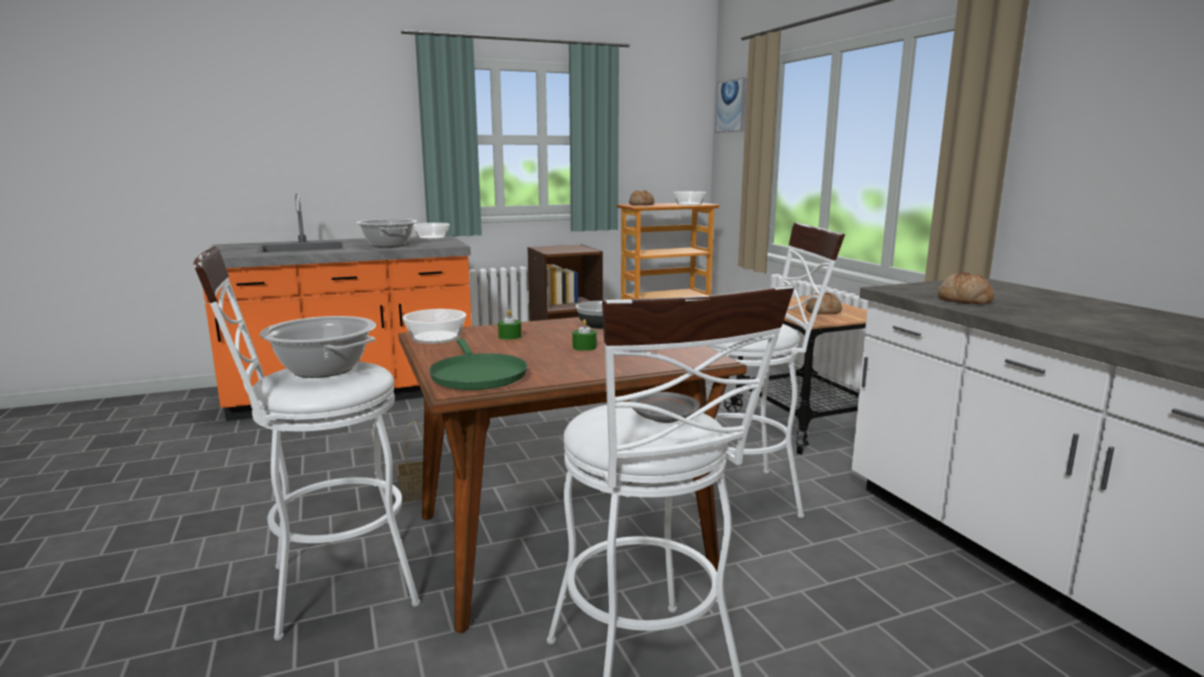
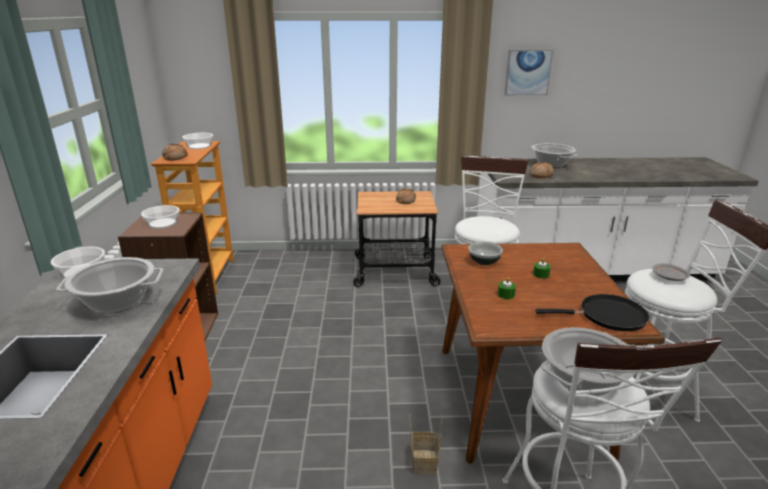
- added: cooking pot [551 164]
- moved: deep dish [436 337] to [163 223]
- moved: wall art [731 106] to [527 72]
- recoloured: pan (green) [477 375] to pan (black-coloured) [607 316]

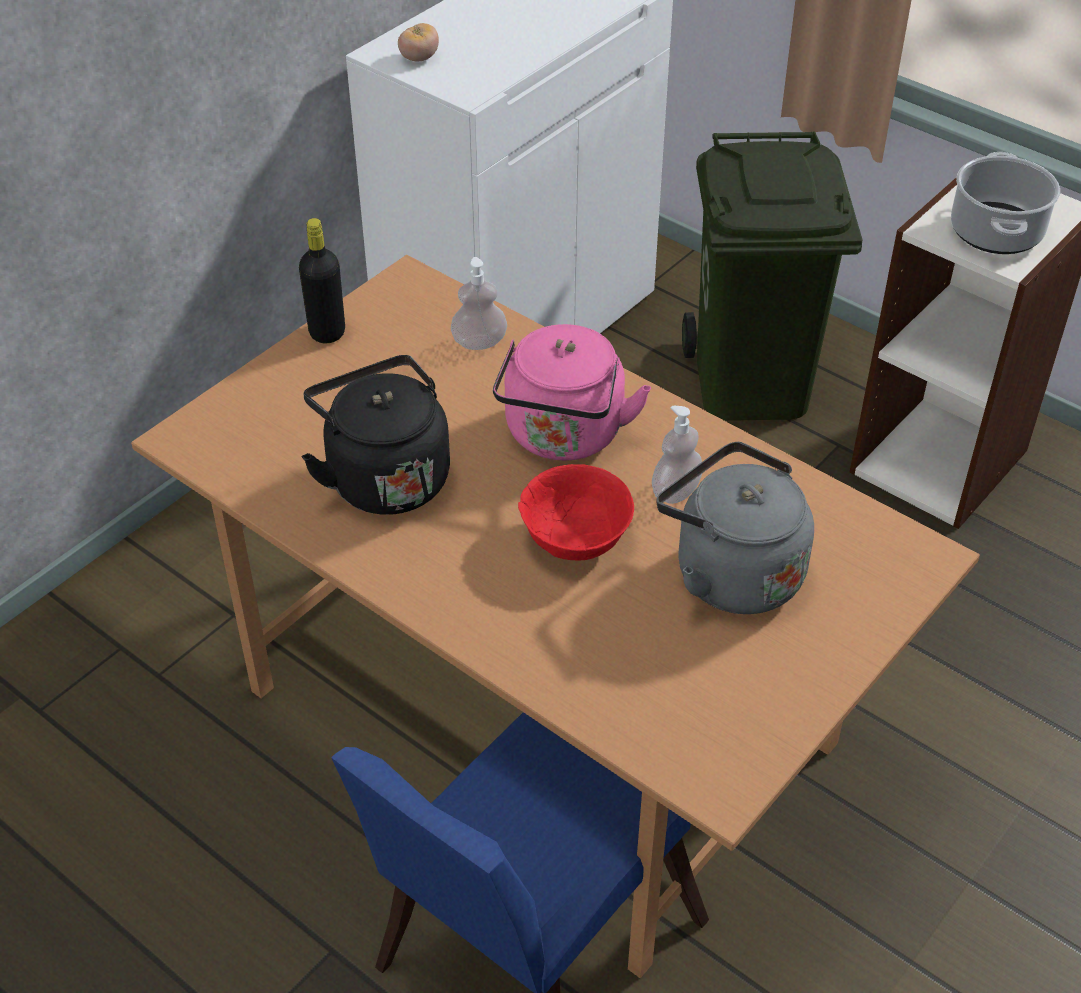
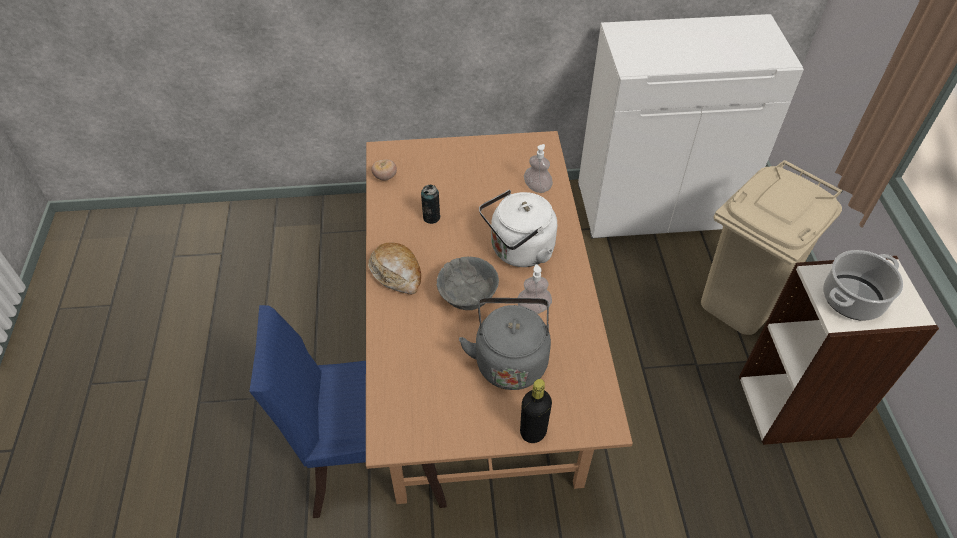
- added: bakery bread [397 274]
- moved: bottle (black-coloured) [327 332] to [533 432]
- moved: whole tomato [419 58] to [385 177]
- replaced: tea kettle (black-coloured) [384 477] to can [431 217]
- recoloured: tea kettle (pink-coloured) [563 437] to tea kettle (white) [518 251]
- recoloured: deep dish (red-coloured) [576 540] to deep dish (grey) [467 297]
- recoloured: trash can (green) [749 382] to trash can (sand-coloured) [739 301]

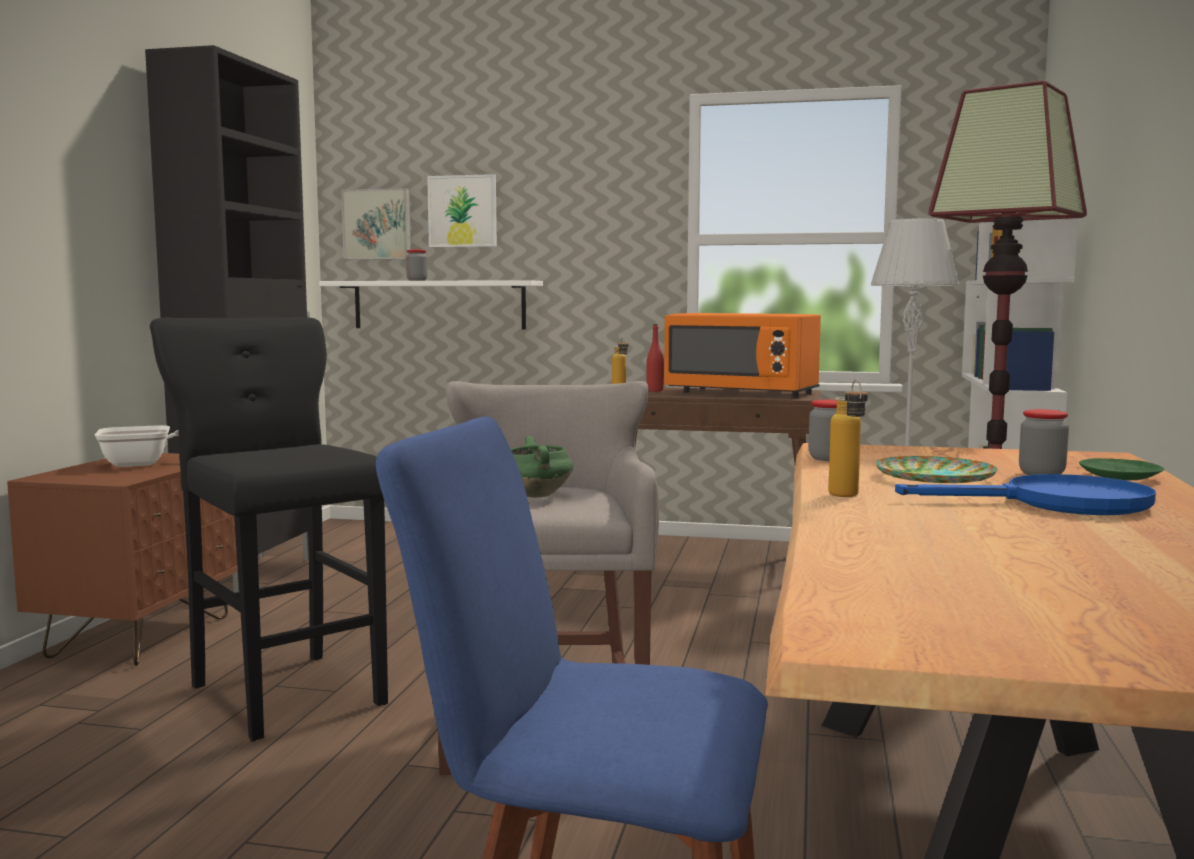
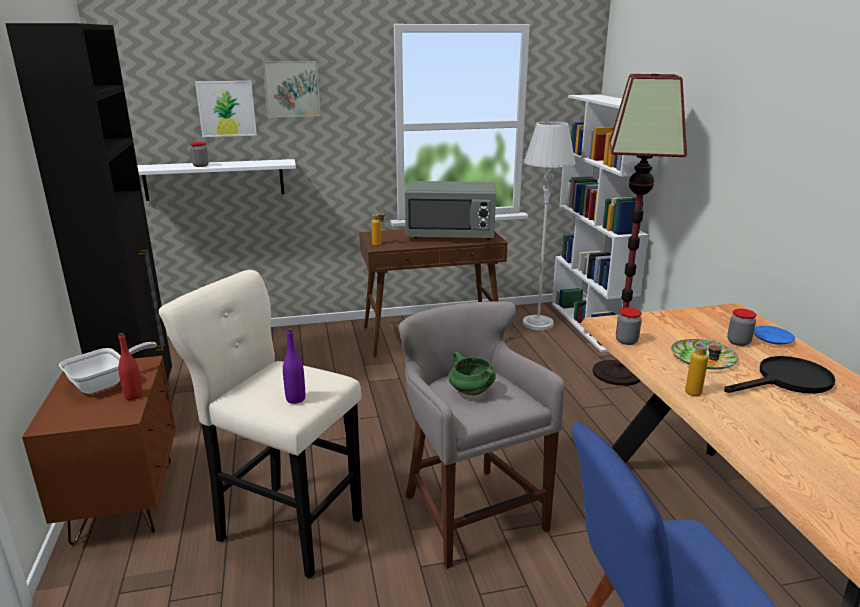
- added: bottle (purplish) [295 399]
- moved: wall art [378 224] to [292 89]
- moved: bottle (red-coloured) [655 391] to [133 396]
- recoloured: stool seat (black-coloured) [284 691] to stool seat (sand-coloured) [285 526]
- recoloured: microwave (orange-coloured) [742 393] to microwave (grey) [450 235]
- recoloured: pan (blue-coloured) [1057 503] to pan (black-coloured) [787 381]
- recoloured: plate (green) [1120 477] to plate (blue-coloured) [772 339]

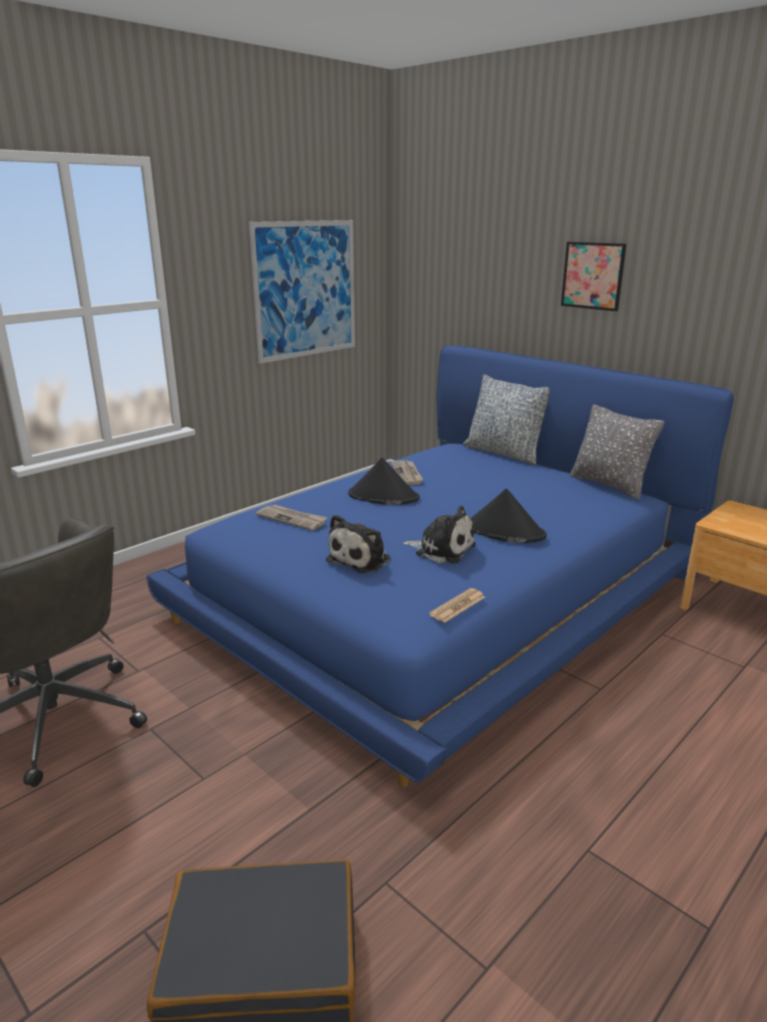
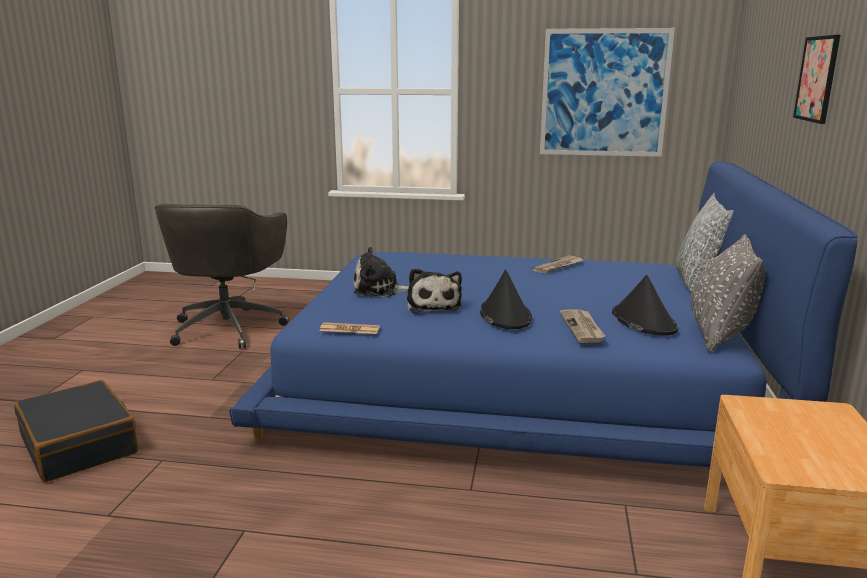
- moved: daily paper [292 519] to [583 328]
- moved: wearable hat (black-coloured) [383 496] to [643 321]

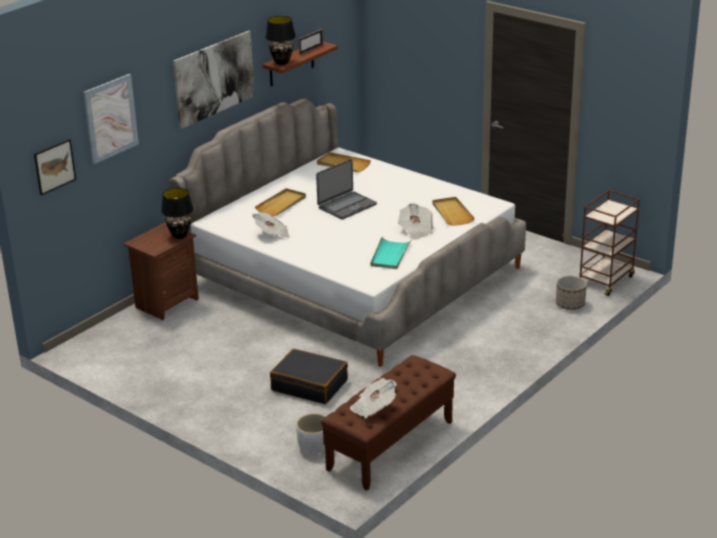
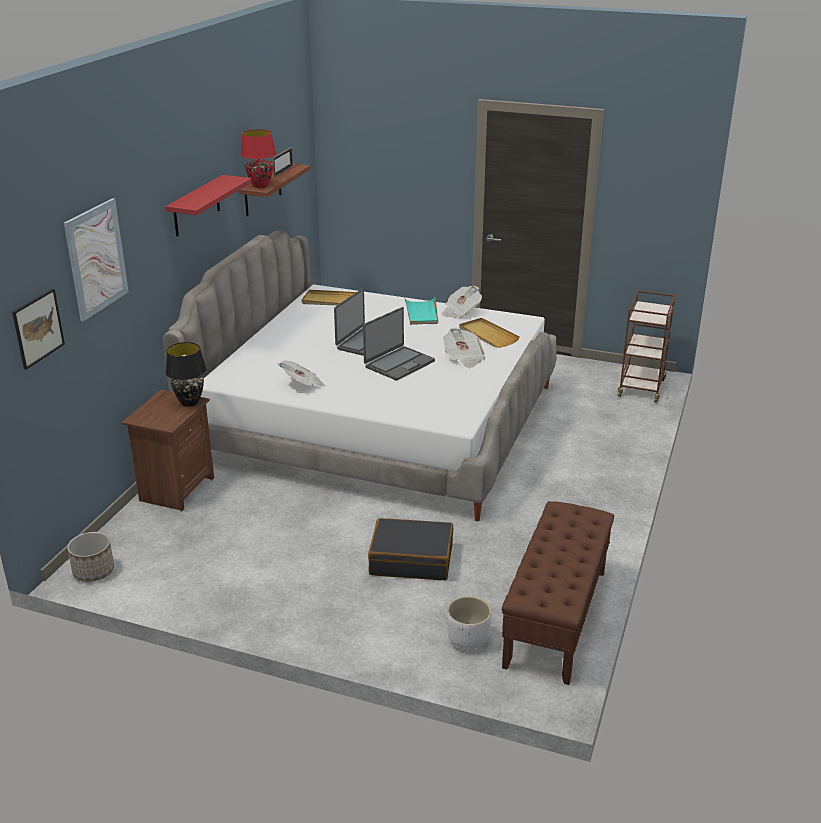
- removed: carrying tray (sand-coloured) [281 204]
- added: notebook computer [399 364]
- moved: daily paper [373 408] to [460 312]
- moved: carrying tray (blue-green) [390 255] to [421 313]
- moved: flower pot [570 304] to [94 571]
- replaced: wall art [214 78] to wall shelf (red-coloured) [196 206]
- recoloured: table lamp (black-coloured) [281 62] to table lamp (red-coloured) [260 186]

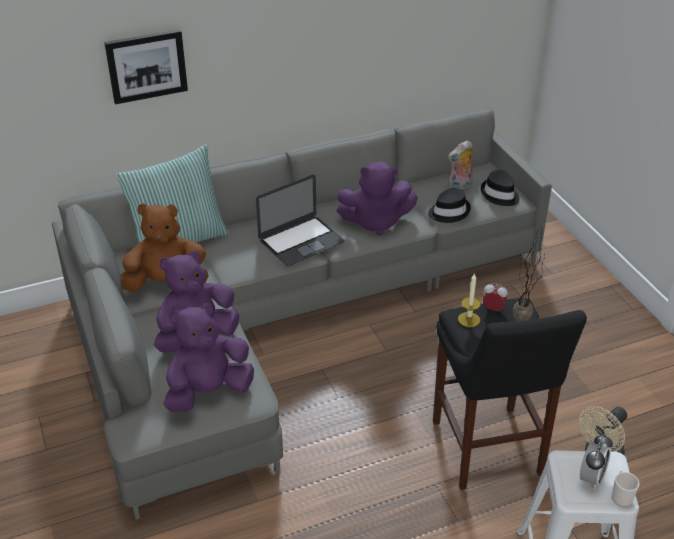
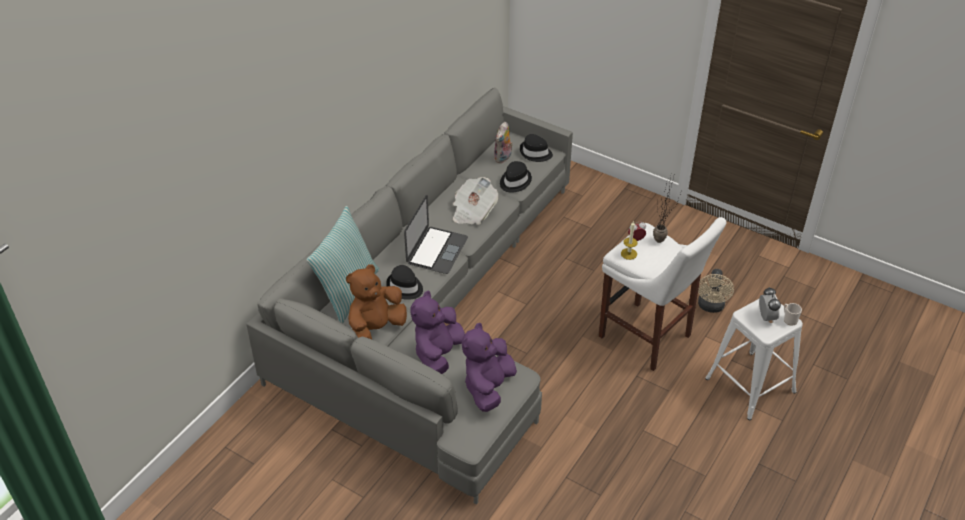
- removed: wall art [146 65]
- added: wearable hat (black-coloured) [404 287]
- replaced: soft toy (purplish) [375 222] to daily paper [473 211]
- recoloured: stool seat (black-coloured) [488 452] to stool seat (white) [648 338]

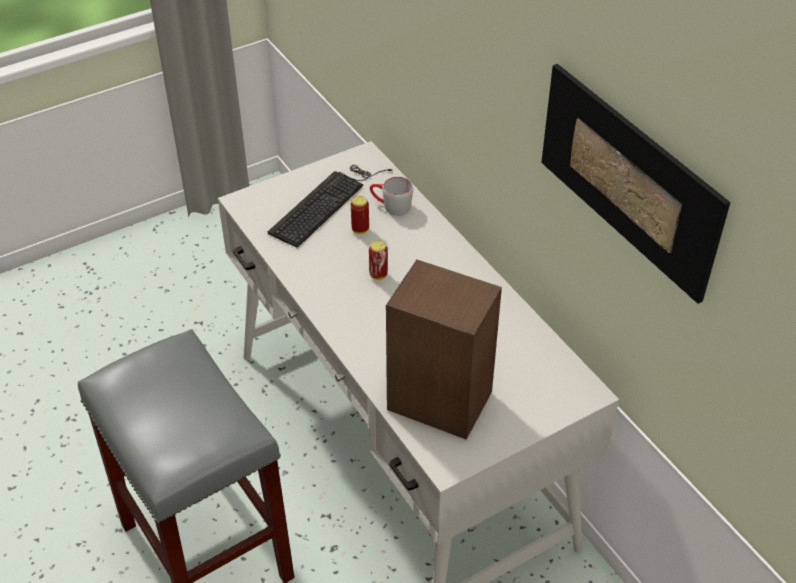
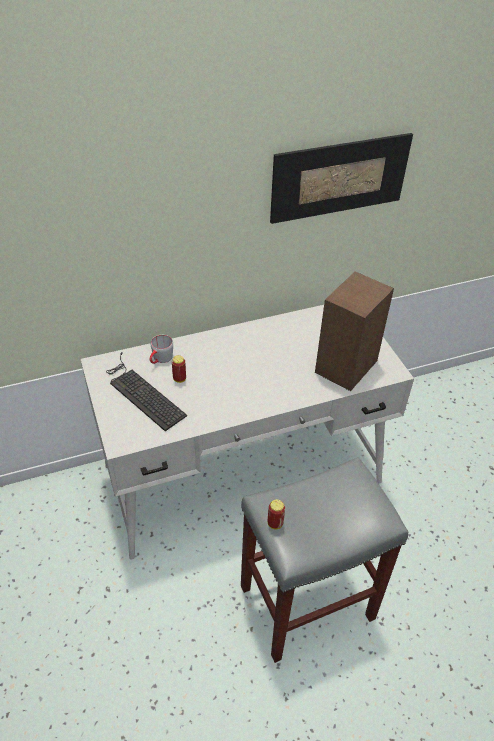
- moved: can [378 275] to [275 523]

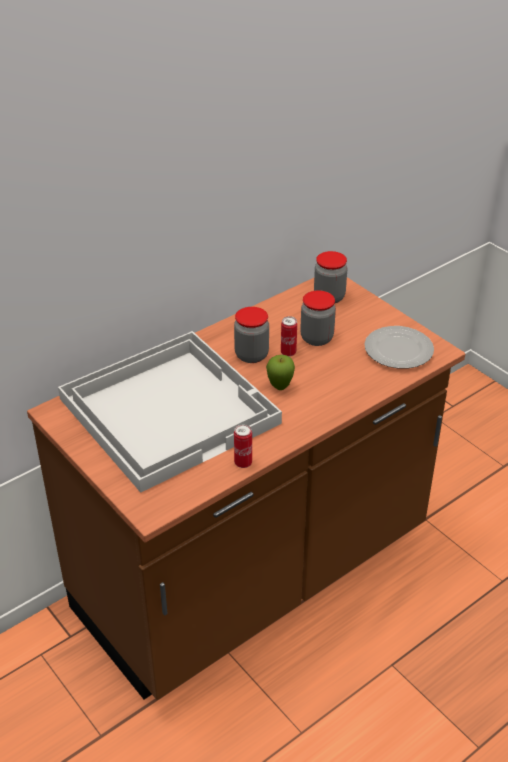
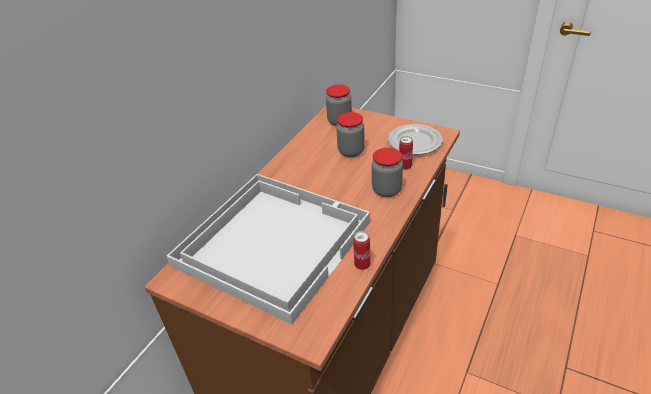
- removed: apple fruit [280 387]
- moved: storage jar [251 355] to [386 190]
- moved: can [288 352] to [405 166]

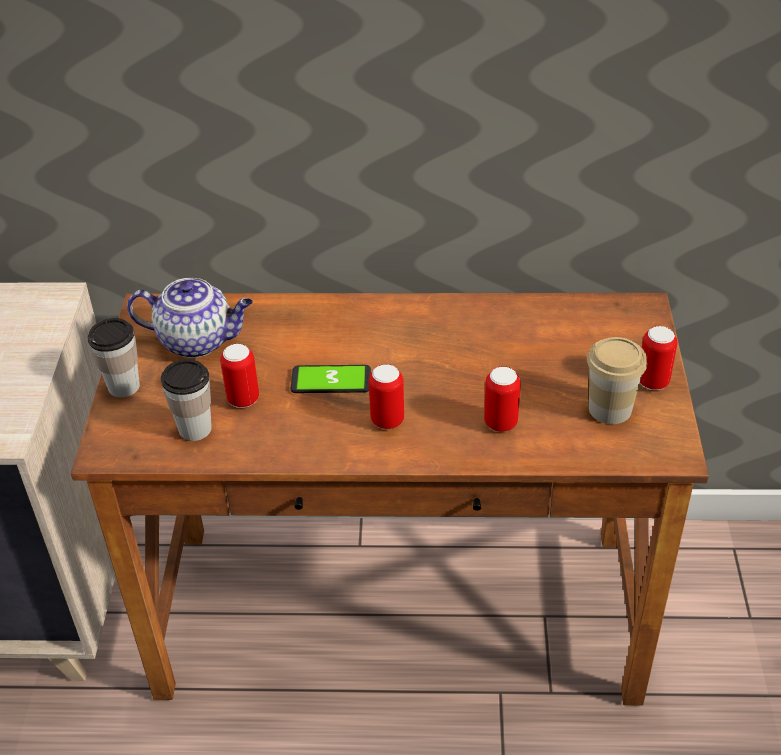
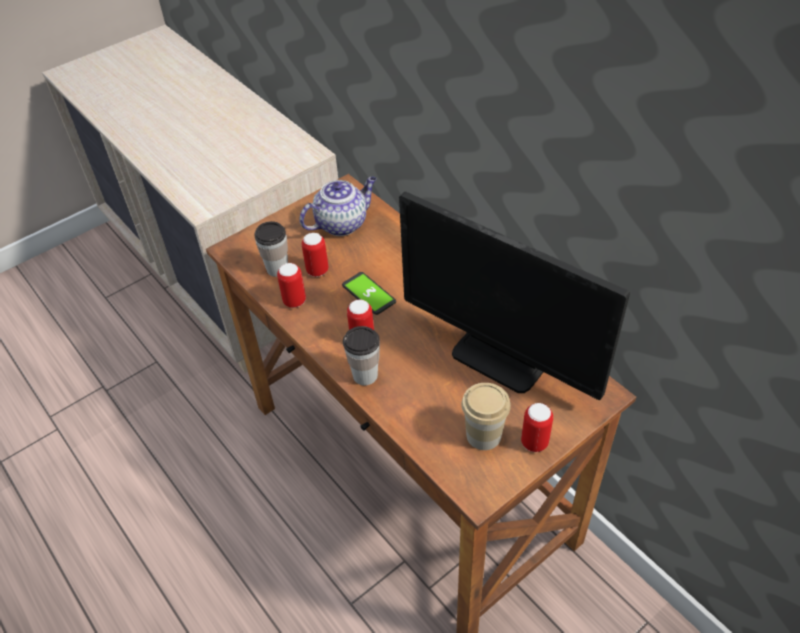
- added: monitor [501 357]
- moved: cup [123 386] to [365 375]
- moved: can [500 423] to [294 301]
- turned: pot for tea [198 341] = [342 223] 90 degrees counterclockwise

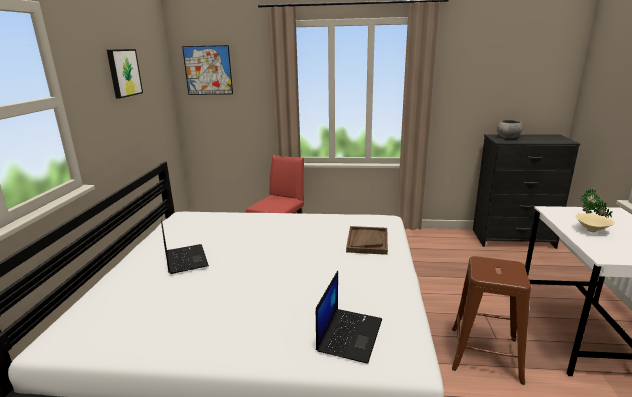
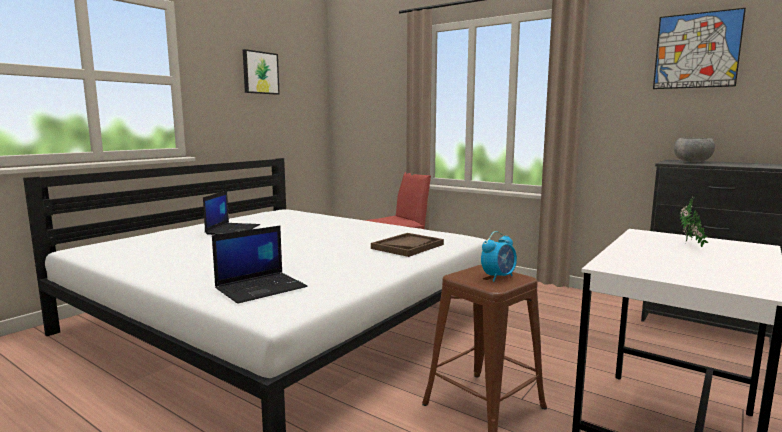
- removed: deep dish (sand-coloured) [591 231]
- added: table clock [498 277]
- moved: wall art [208 70] to [696 50]

